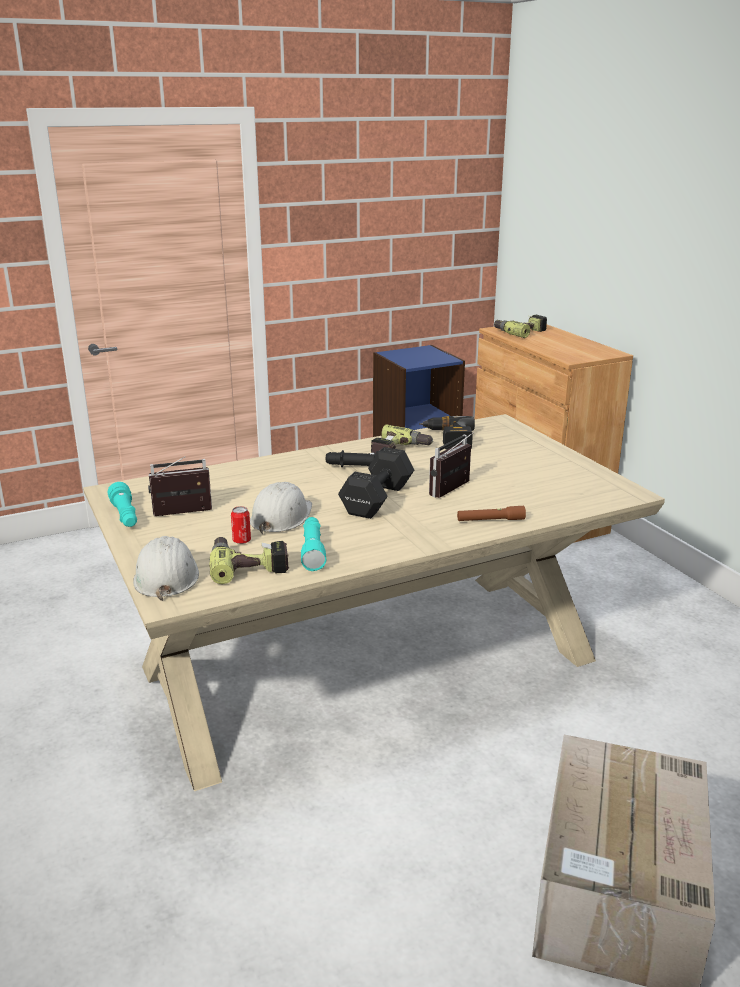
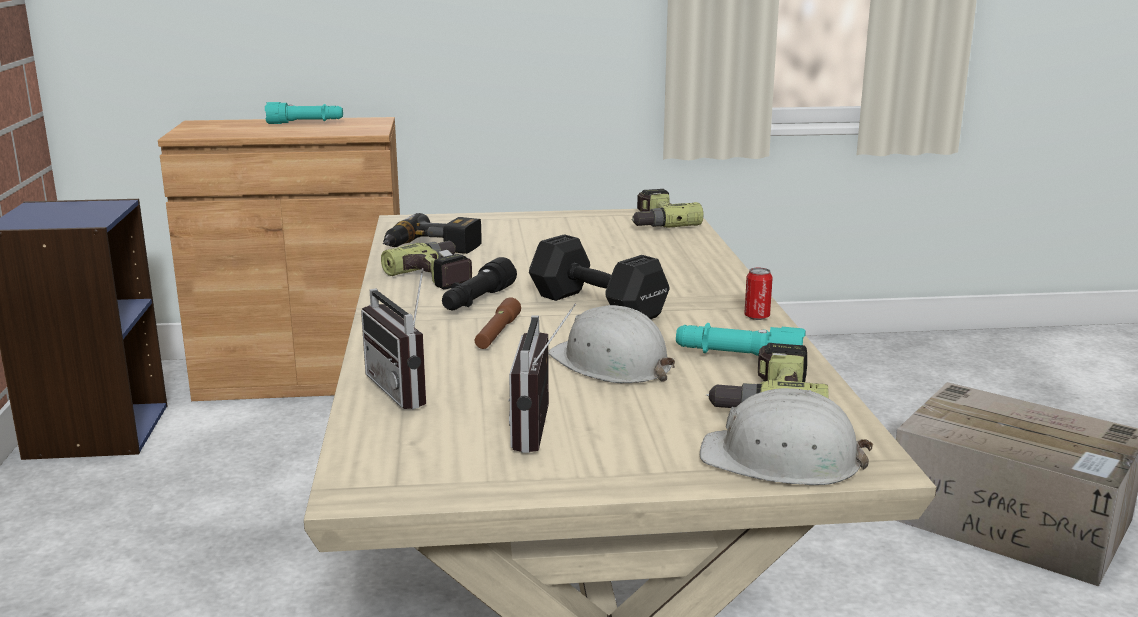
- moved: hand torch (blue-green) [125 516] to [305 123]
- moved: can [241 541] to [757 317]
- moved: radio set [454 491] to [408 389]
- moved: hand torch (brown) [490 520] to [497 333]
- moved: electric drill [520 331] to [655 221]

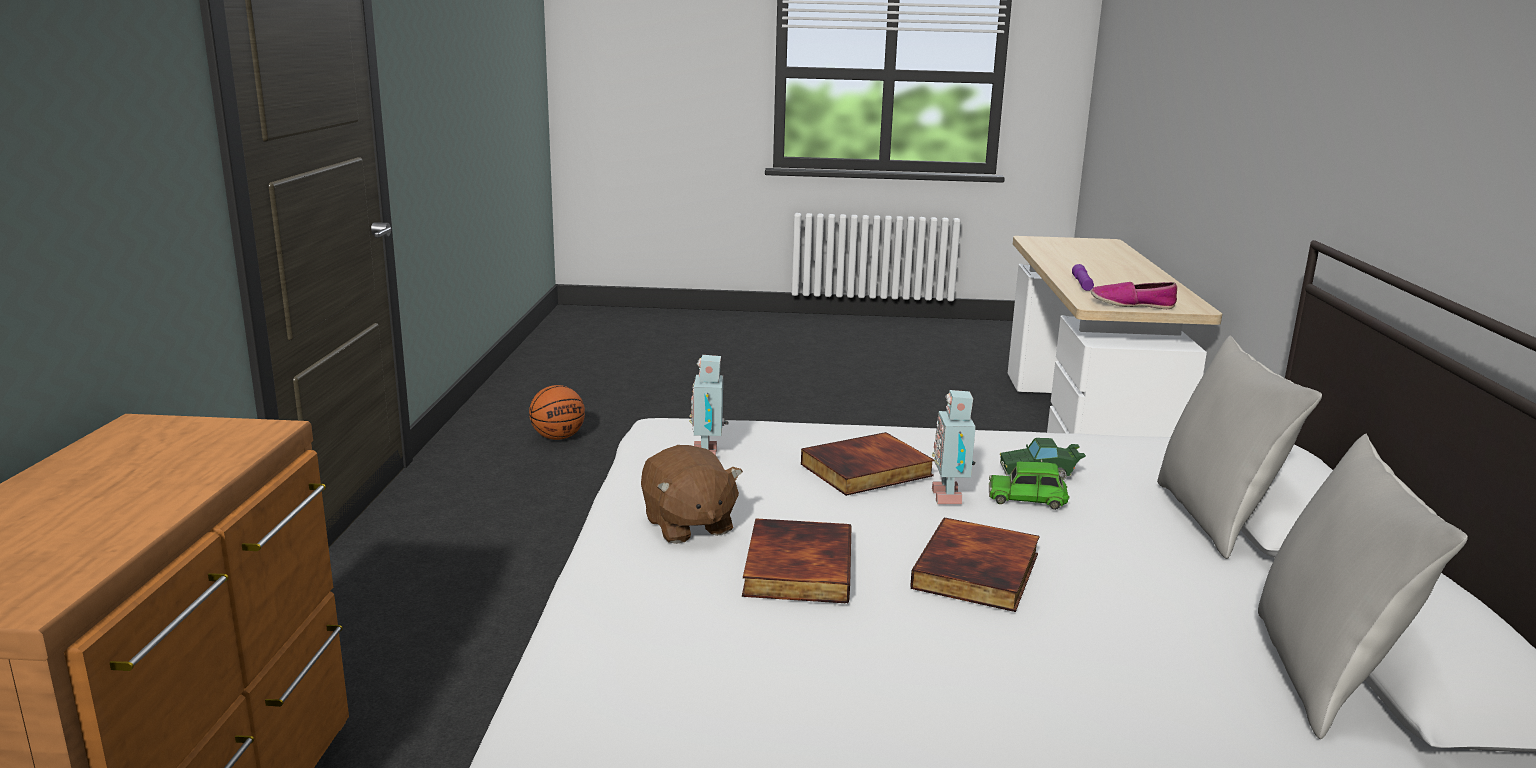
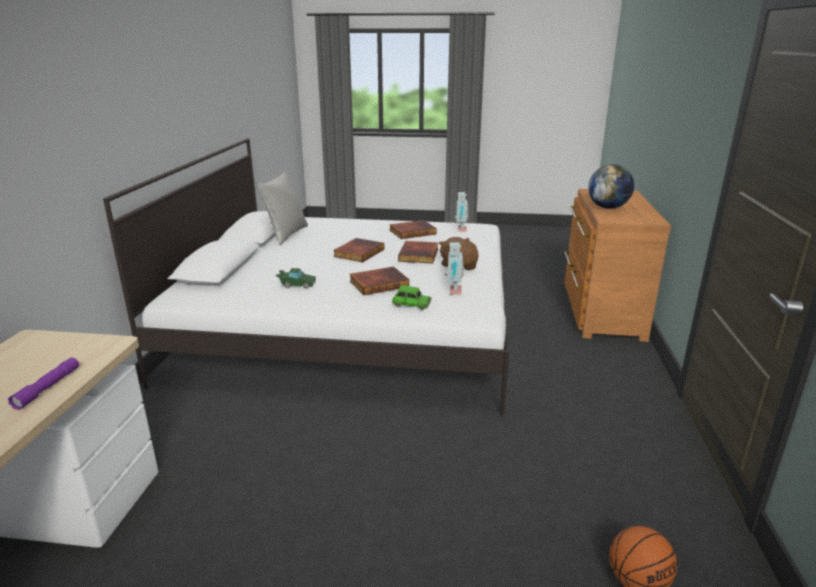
- removed: low shoe [1132 304]
- removed: throw pillow (grey) [1214 519]
- added: book [412 232]
- added: globe [608 207]
- moved: toy robot [950 496] to [460 230]
- moved: toy car (green) [1027 497] to [411 304]

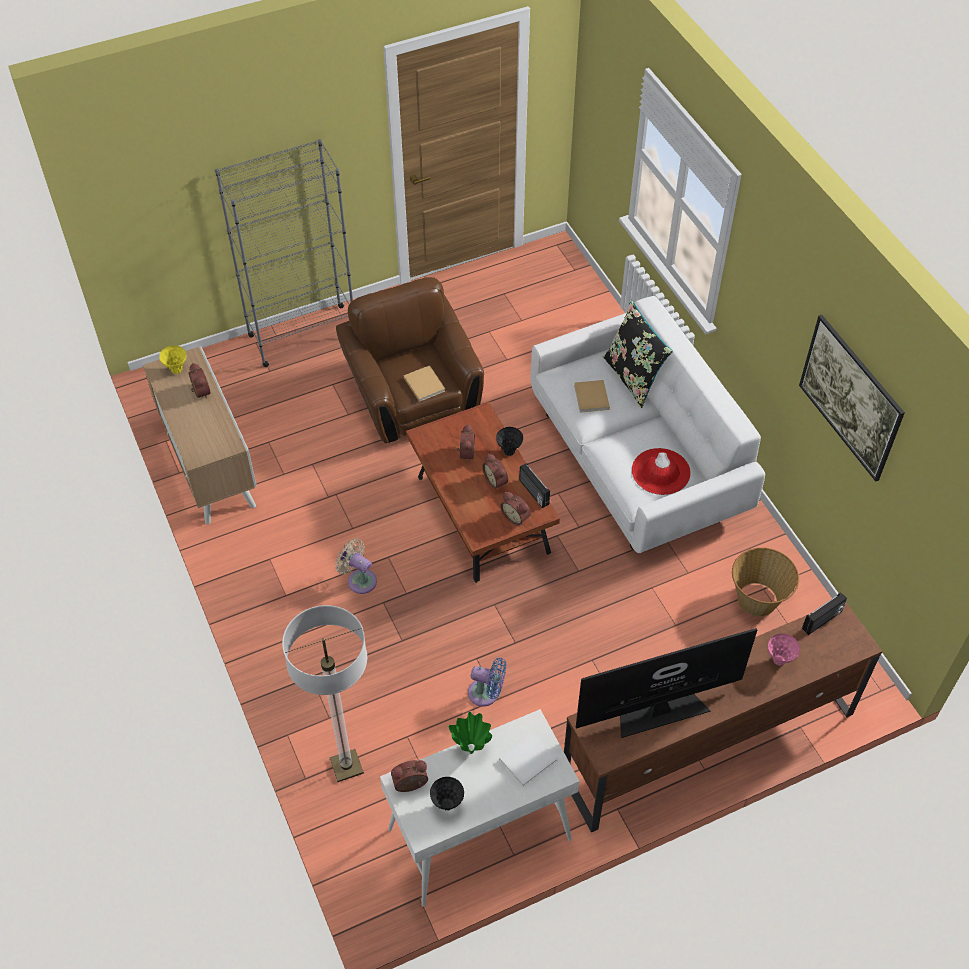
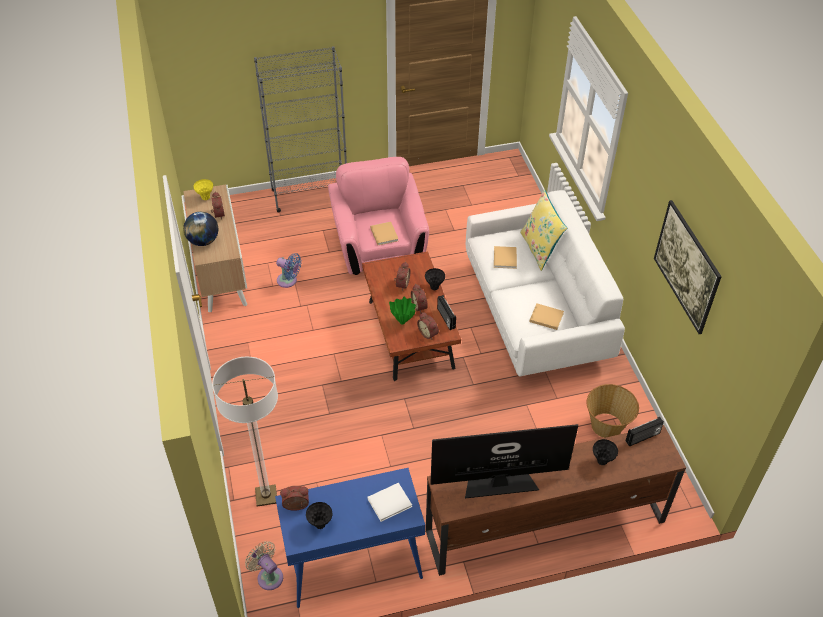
- added: globe [203 241]
- moved: cooling fan (sand-coloured) [359 579] to [268 576]
- moved: flower vase (green) [471 748] to [403 322]
- moved: cooling fan (blue-coloured) [486 693] to [289 281]
- replaced: wearable hat (red-coloured) [660 472] to book (sand-coloured) [545 317]
- recoloured: armchair (brown) [413 398] to armchair (pink-coloured) [379 247]
- recoloured: console table (white) [479 835] to console table (blue-coloured) [352 563]
- recoloured: throw pillow (black-coloured) [633 377] to throw pillow (yellow) [540 249]
- recoloured: flower vase (pink-coloured) [779 660] to flower vase (black-coloured) [602 461]

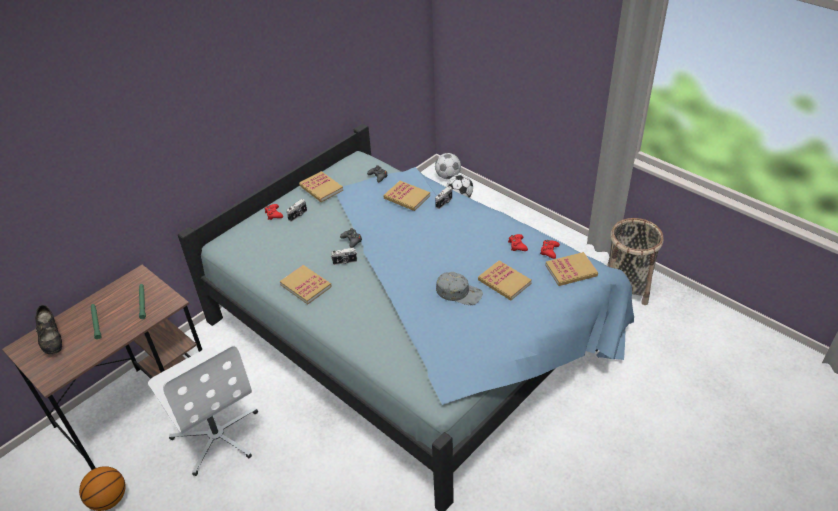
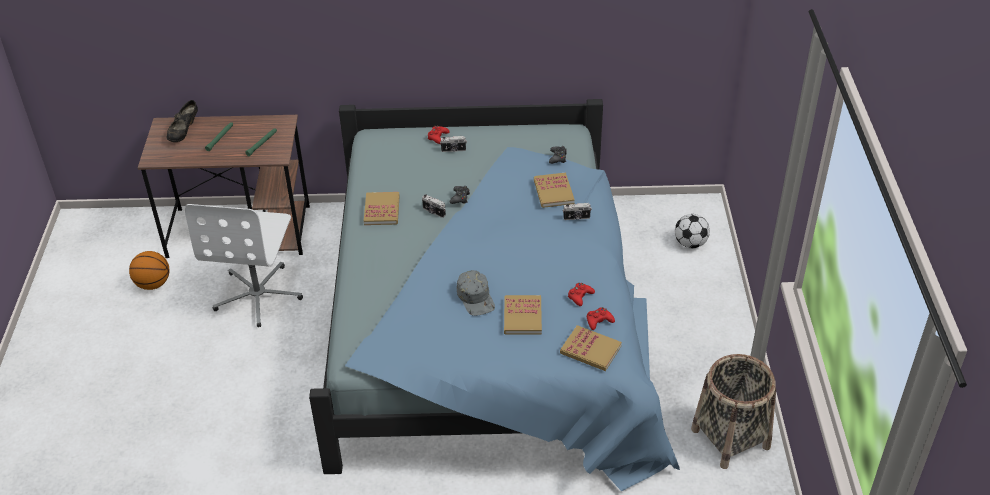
- removed: book [321 188]
- removed: football [448 176]

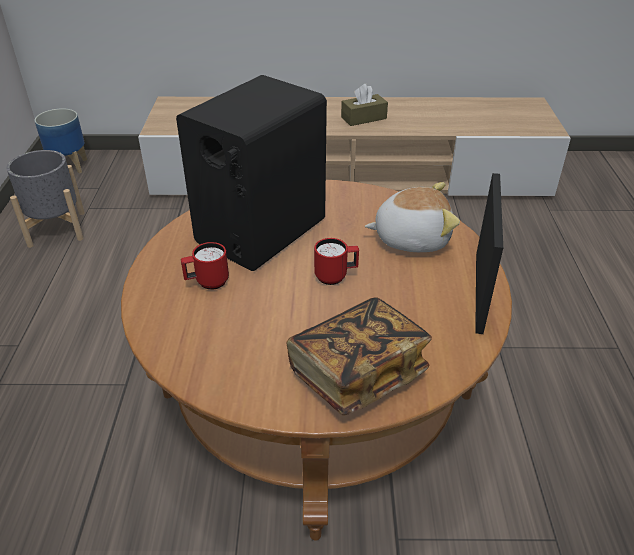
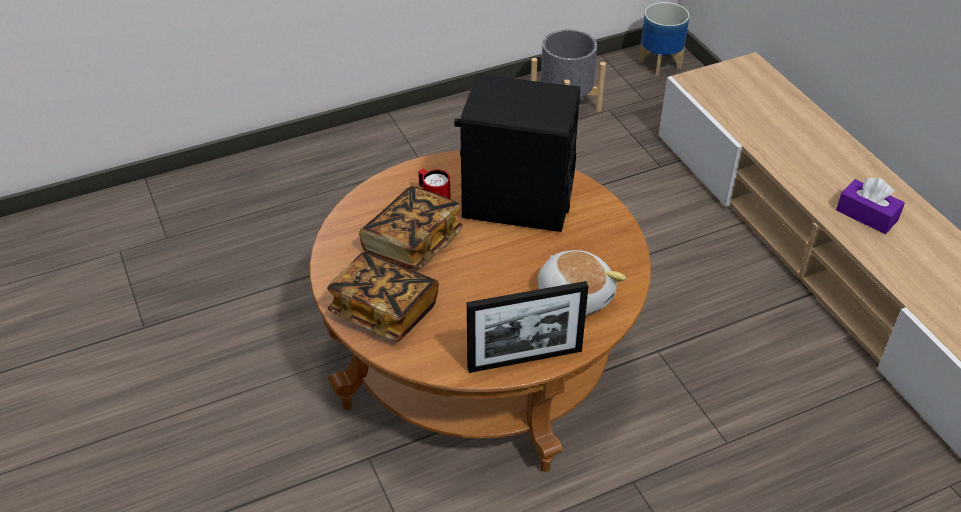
- removed: coffee mug (red-coloured) [336 276]
- added: book [412 243]
- recoloured: tissue holder (brown) [363 118] to tissue holder (purplish) [867 215]

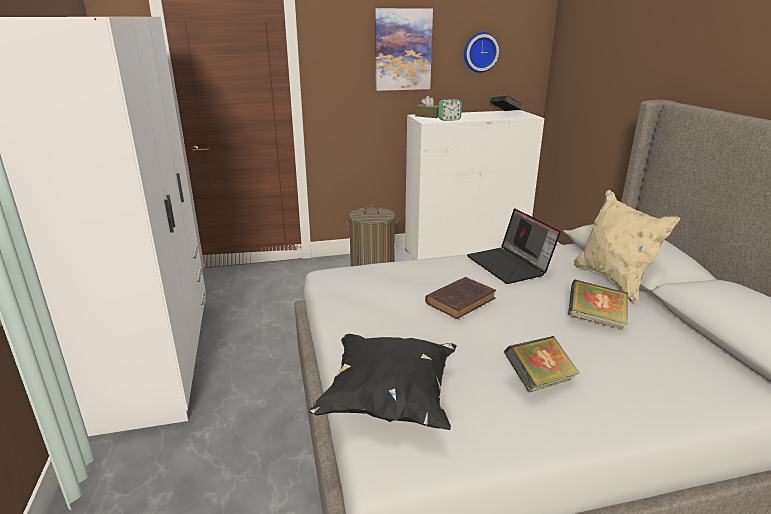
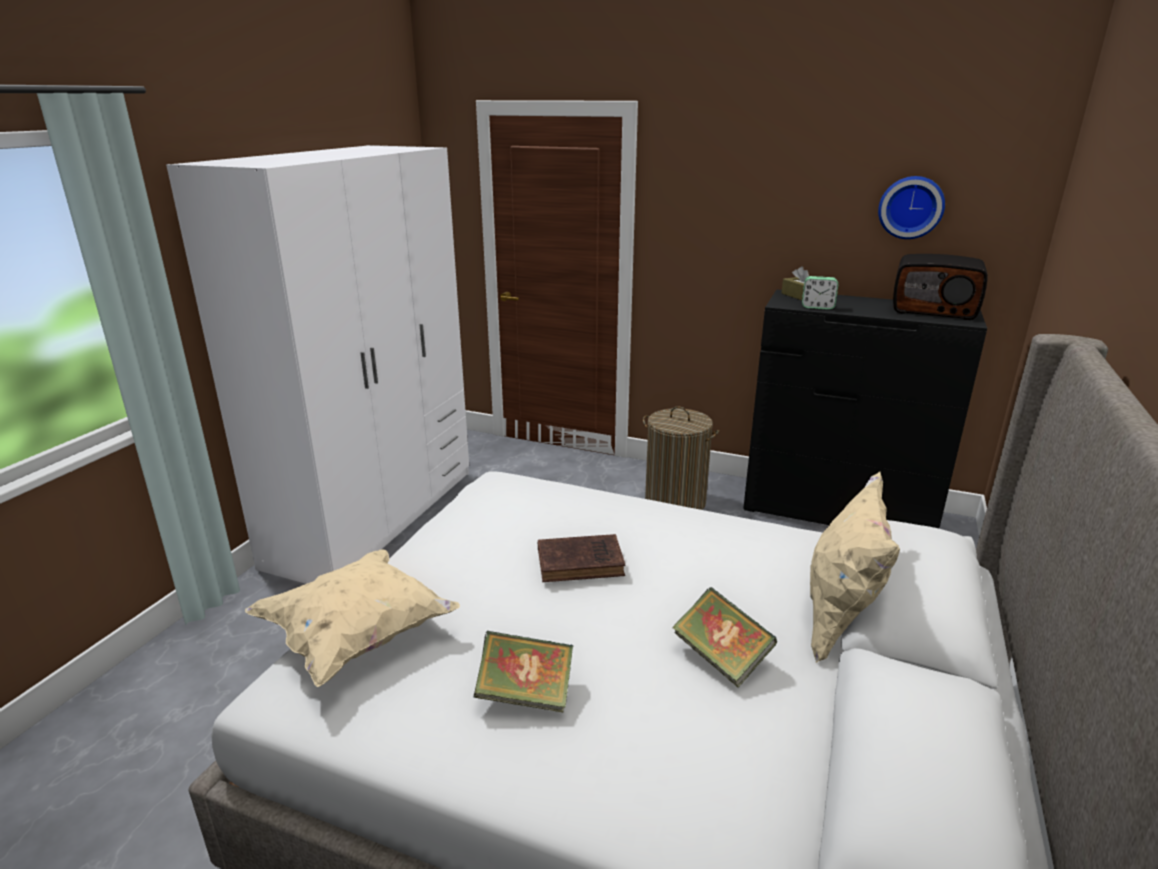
- removed: wall art [403 50]
- removed: notebook computer [510 265]
- replaced: book [505 113] to radio set [934 309]
- recoloured: throw pillow (black-coloured) [389 399] to throw pillow (sand-coloured) [358 636]
- recoloured: chest of drawers (white) [465 253] to chest of drawers (black-coloured) [837 512]

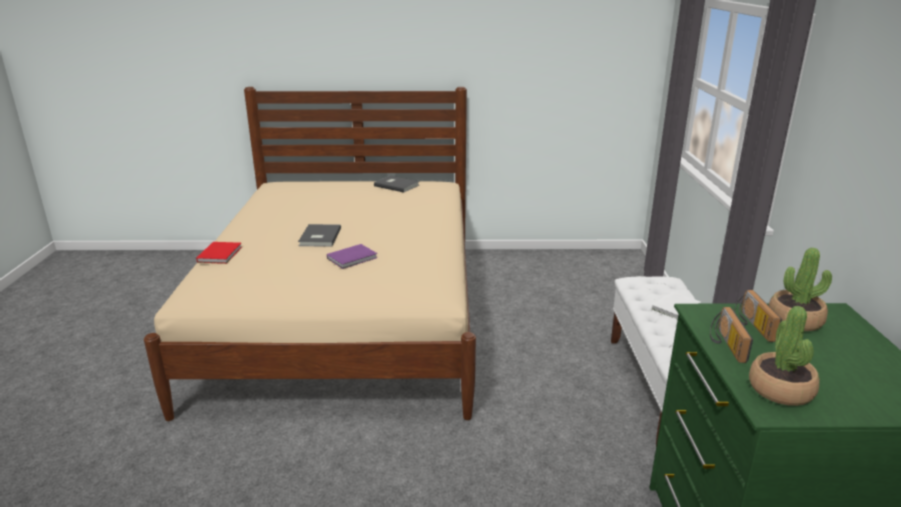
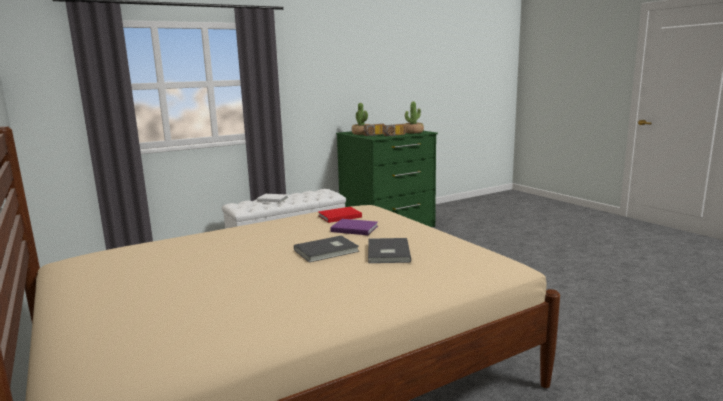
- moved: book (red-coloured) [221 254] to [338 216]
- moved: book (grey) [396 185] to [387 253]

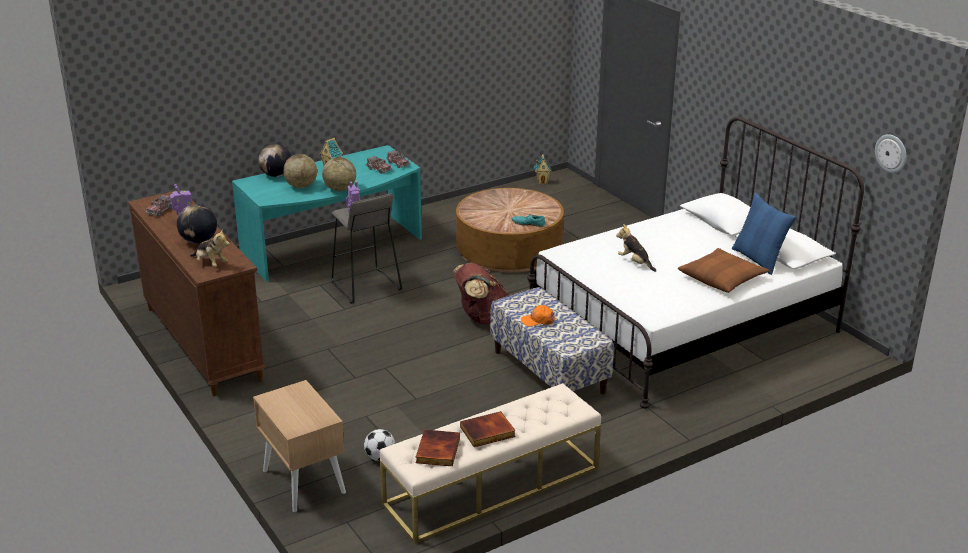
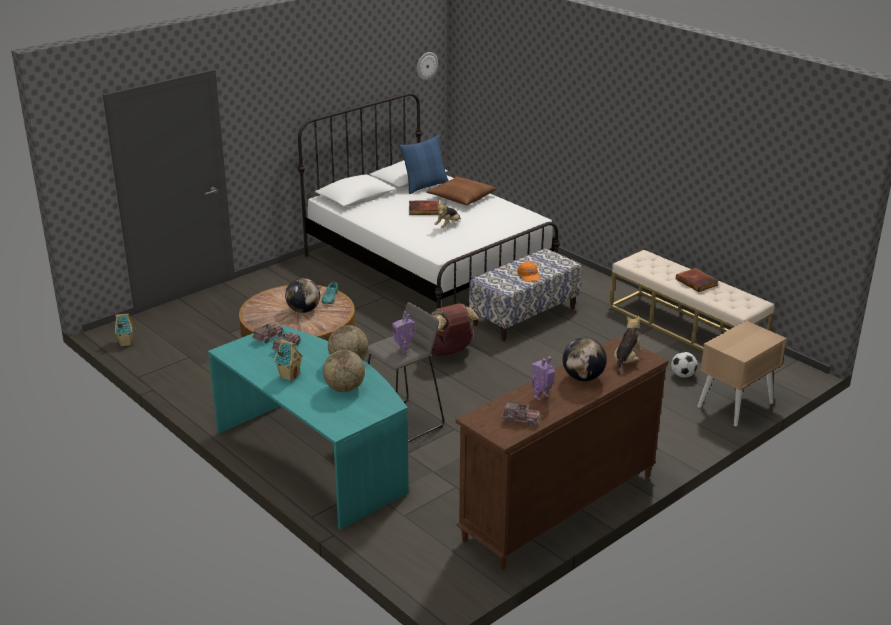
- moved: globe [276 175] to [303 310]
- moved: book [437 450] to [424 210]

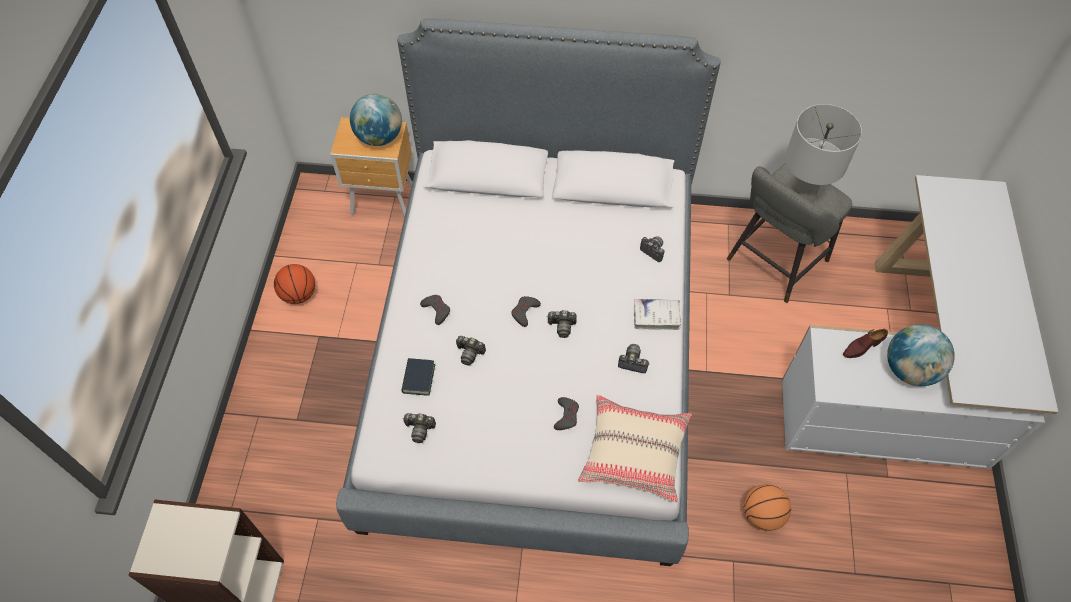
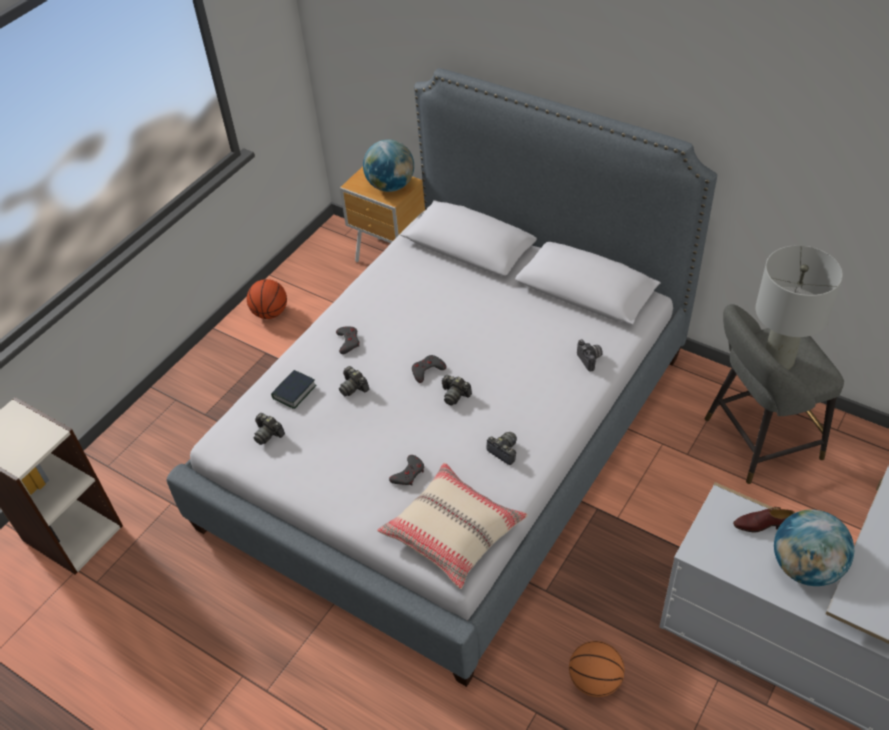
- removed: book (white) [656 316]

